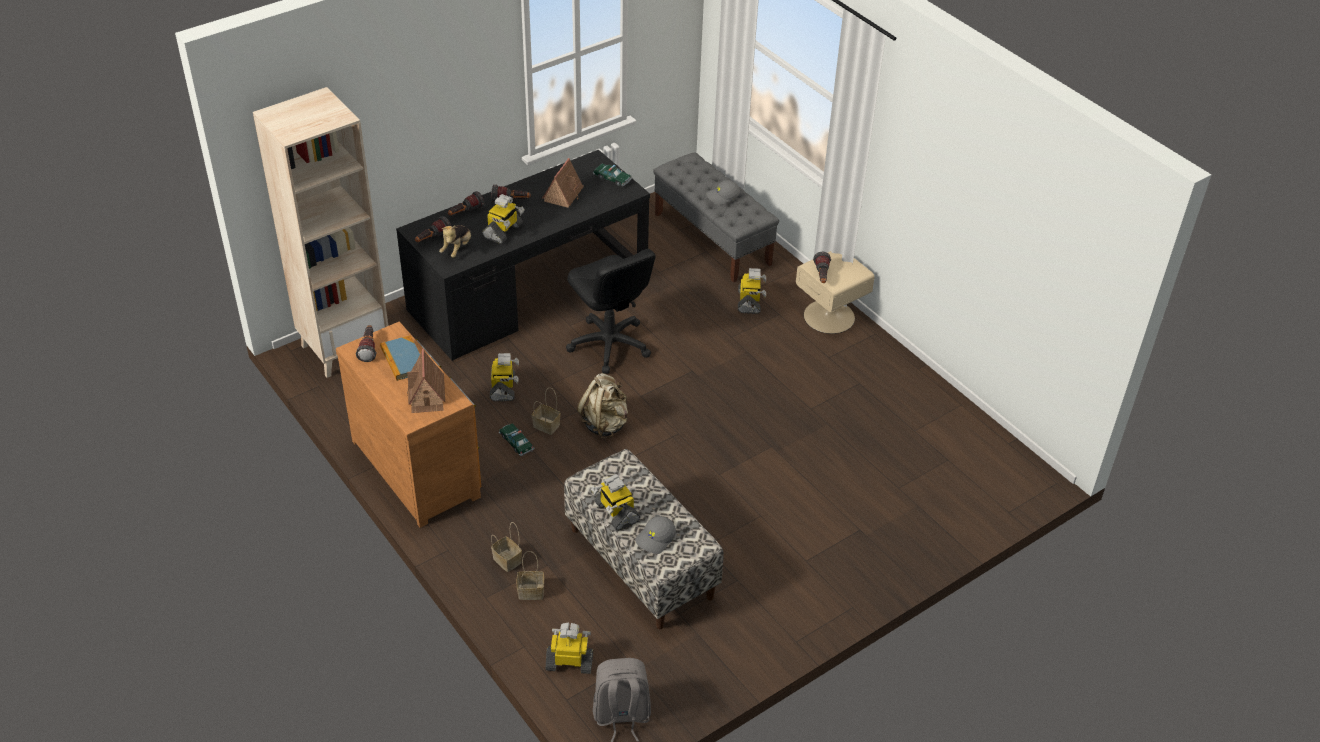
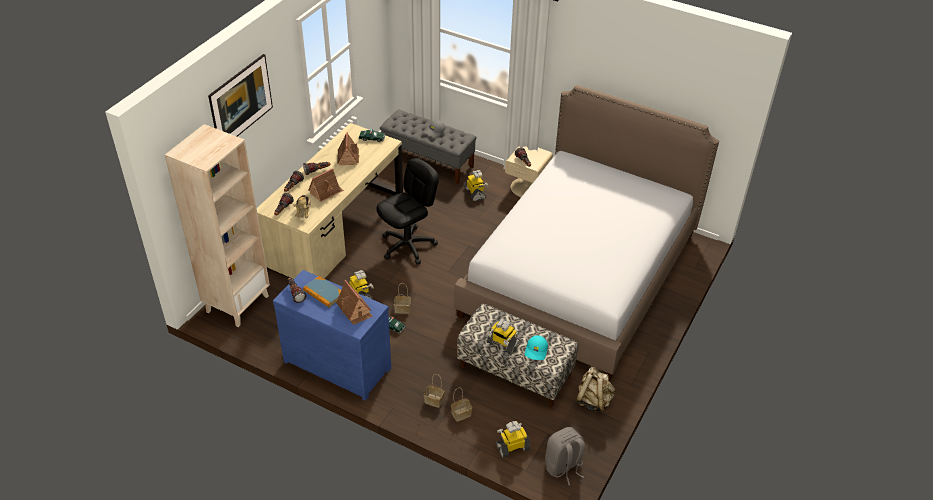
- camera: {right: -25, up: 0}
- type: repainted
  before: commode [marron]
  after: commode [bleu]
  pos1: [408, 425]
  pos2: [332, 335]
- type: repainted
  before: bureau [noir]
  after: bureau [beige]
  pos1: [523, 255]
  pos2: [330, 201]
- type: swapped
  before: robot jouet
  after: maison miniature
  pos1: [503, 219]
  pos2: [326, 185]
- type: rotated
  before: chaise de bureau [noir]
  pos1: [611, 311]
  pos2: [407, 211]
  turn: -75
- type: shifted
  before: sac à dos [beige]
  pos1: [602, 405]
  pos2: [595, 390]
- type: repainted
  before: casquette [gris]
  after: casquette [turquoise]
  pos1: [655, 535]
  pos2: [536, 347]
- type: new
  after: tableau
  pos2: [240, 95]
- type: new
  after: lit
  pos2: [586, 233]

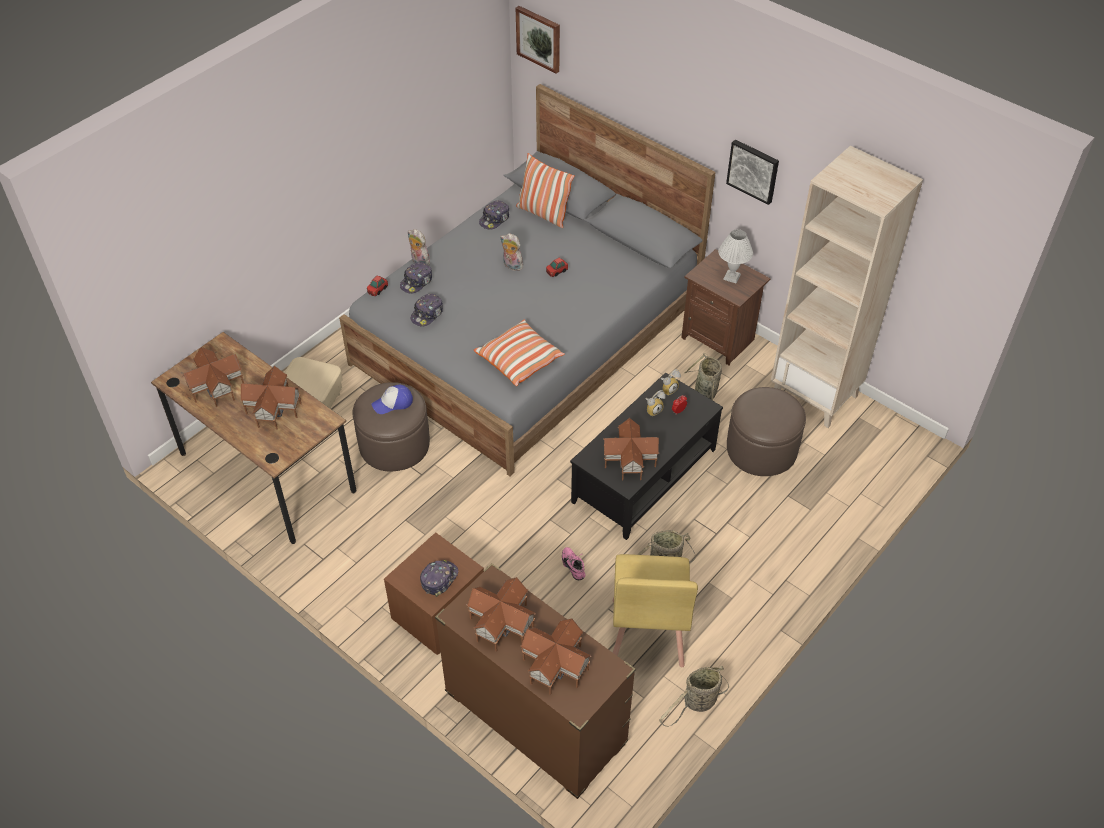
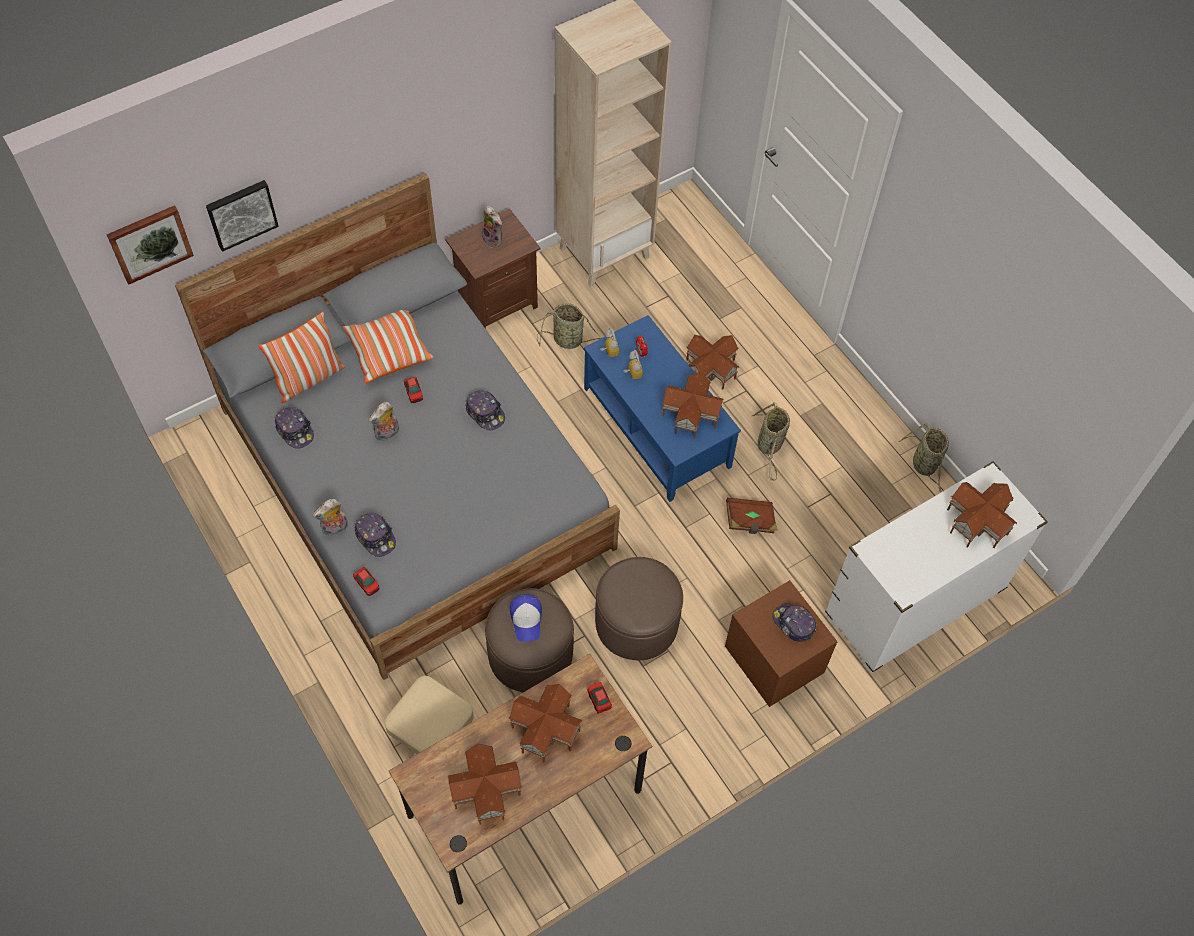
- camera: {right: -75, up: 10}
- type: shifted
  before: casquette
  pos1: [427, 310]
  pos2: [485, 410]
- type: repainted
  before: commode [marron]
  after: commode [blanc]
  pos1: [535, 681]
  pos2: [936, 567]
- type: shifted
  before: maison miniature
  pos1: [501, 614]
  pos2: [712, 362]
- type: shifted
  before: coussin
  pos1: [519, 353]
  pos2: [388, 346]
- type: swapped
  before: chaussure [rose]
  after: livre [marron]
  pos1: [573, 563]
  pos2: [751, 516]
- type: repainted
  before: table basse [noir]
  after: table basse [bleu]
  pos1: [646, 456]
  pos2: [662, 408]
- type: gone
  before: chaise [jaune]
  pos1: [655, 610]
- type: swapped
  before: lampe de table [blanc]
  after: peluche
  pos1: [735, 256]
  pos2: [492, 227]
- type: shifted
  before: tableau
  pos1: [752, 172]
  pos2: [242, 216]
- type: shifted
  before: pouf [marron]
  pos1: [766, 431]
  pos2: [639, 608]
- type: new
  after: petite voiture
  pos2: [599, 698]

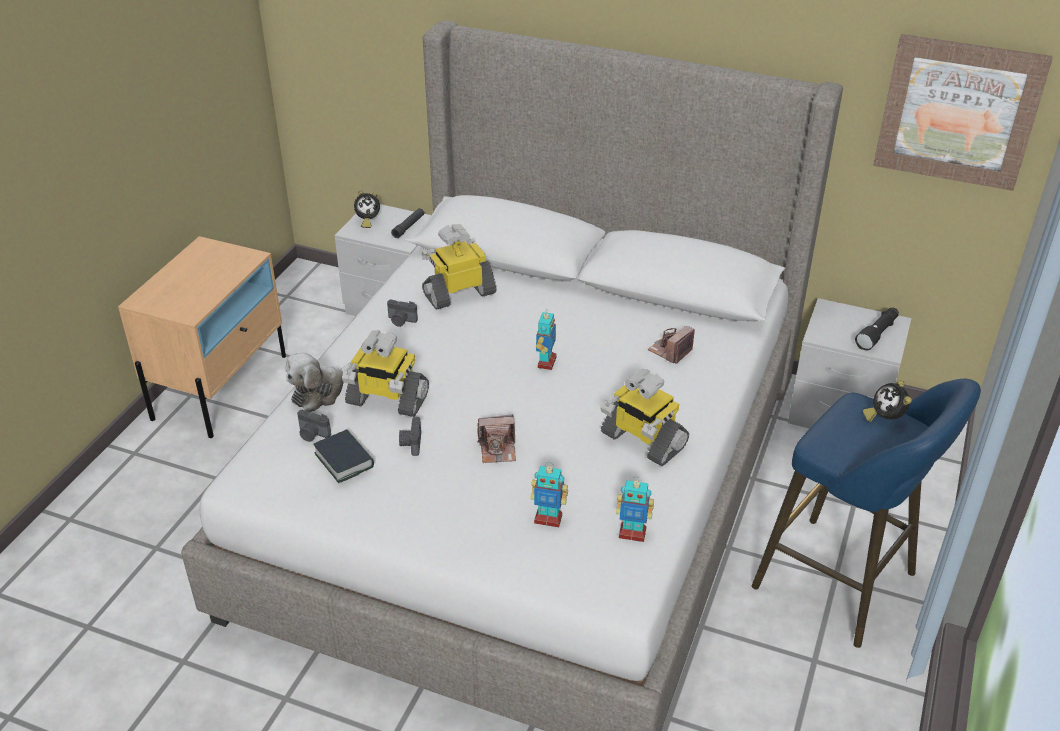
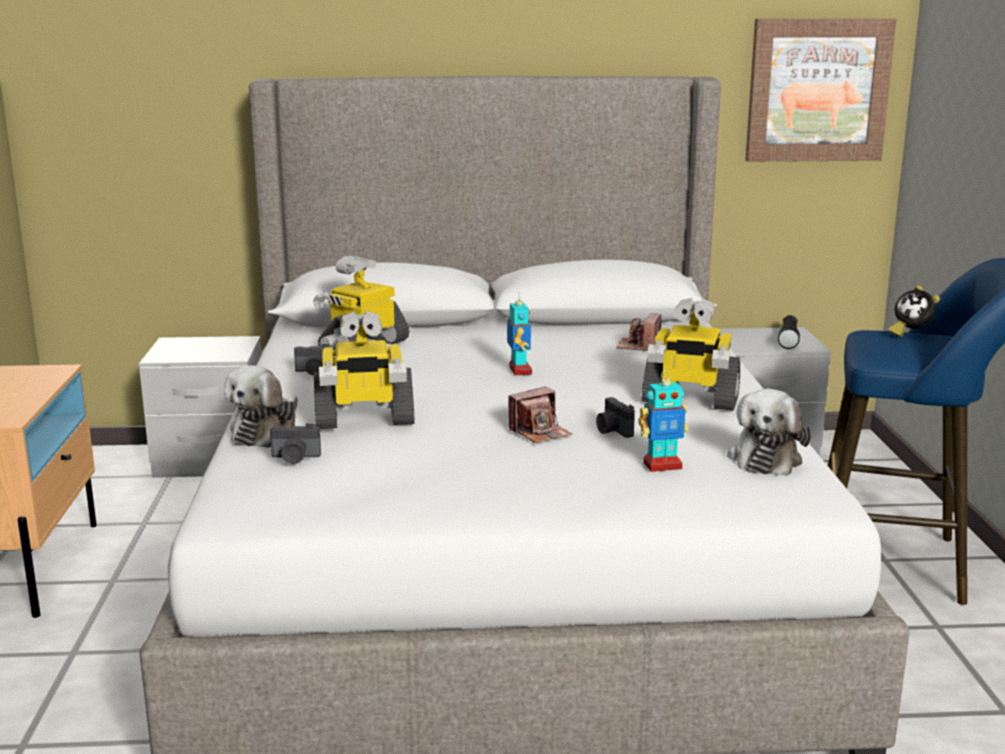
- camera: {right: -25, up: -20}
- type: gone
  before: livre
  pos1: [343, 456]
- type: gone
  before: réveil
  pos1: [367, 209]
- type: gone
  before: lampe de poche [noir]
  pos1: [407, 223]
- type: shifted
  before: appareil photo
  pos1: [410, 436]
  pos2: [615, 417]
- type: swapped
  before: robot jouet
  after: peluche
  pos1: [635, 510]
  pos2: [769, 432]

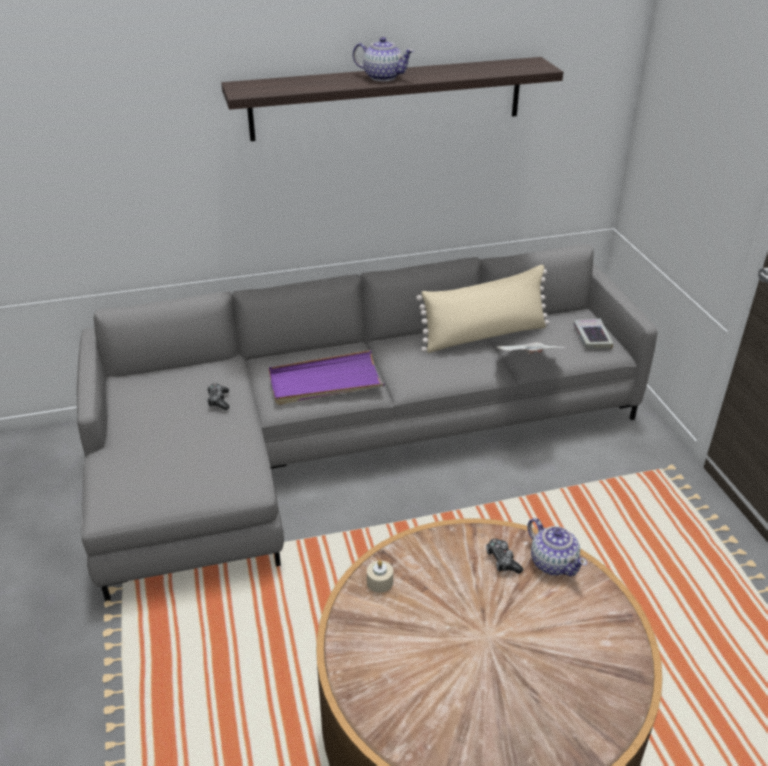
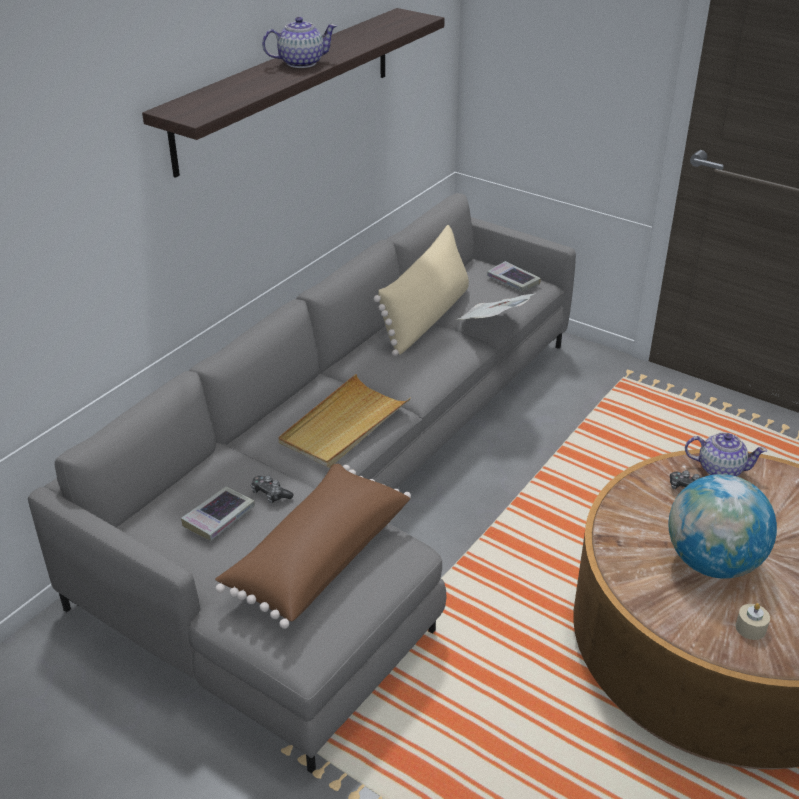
- camera: {right: -40, up: 0}
- type: repainted
  before: plateau [violet]
  after: plateau [beige]
  pos1: [326, 377]
  pos2: [344, 421]
- type: shifted
  before: bougie [beige]
  pos1: [380, 576]
  pos2: [752, 621]
- type: new
  after: livre
  pos2: [218, 513]
- type: new
  after: coussin [marron]
  pos2: [313, 546]
- type: new
  after: globe
  pos2: [722, 526]

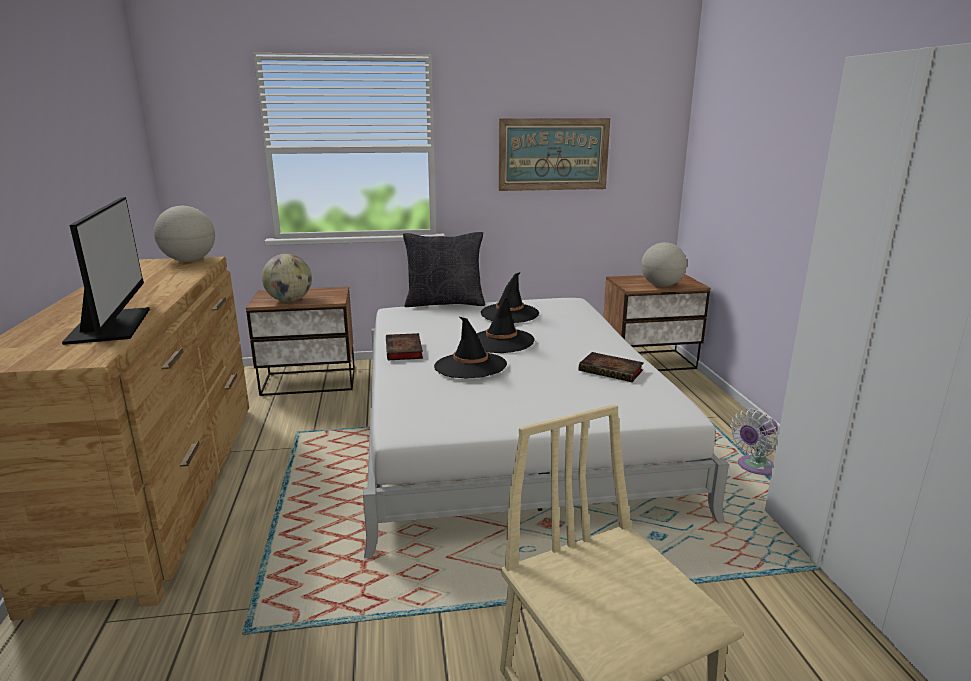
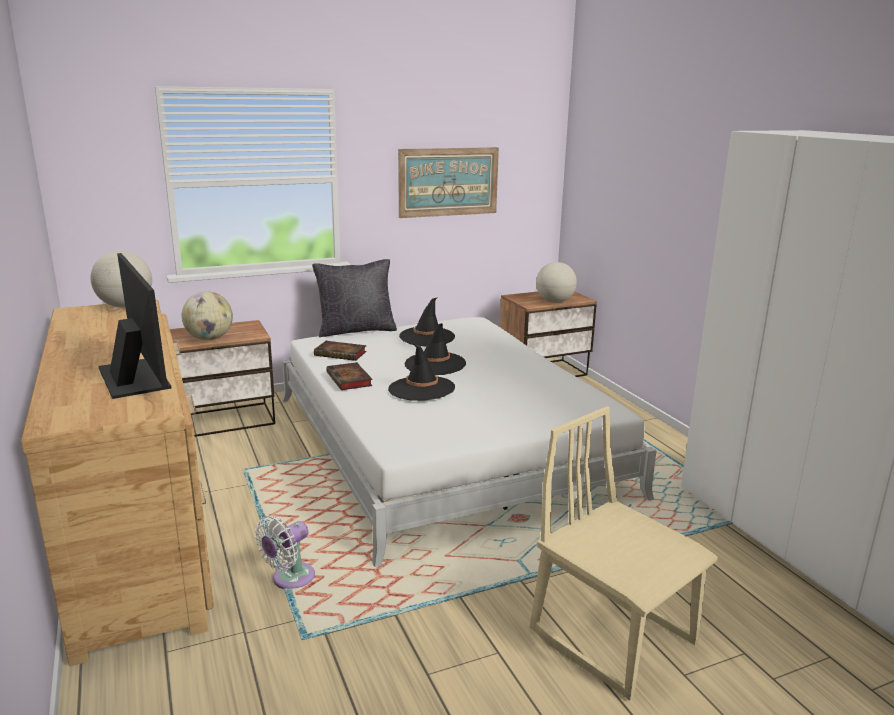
- camera: {right: -15, up: 0}
- type: shifted
  before: livre
  pos1: [611, 367]
  pos2: [340, 351]
- type: shifted
  before: ventilateur [blanc]
  pos1: [754, 442]
  pos2: [285, 552]

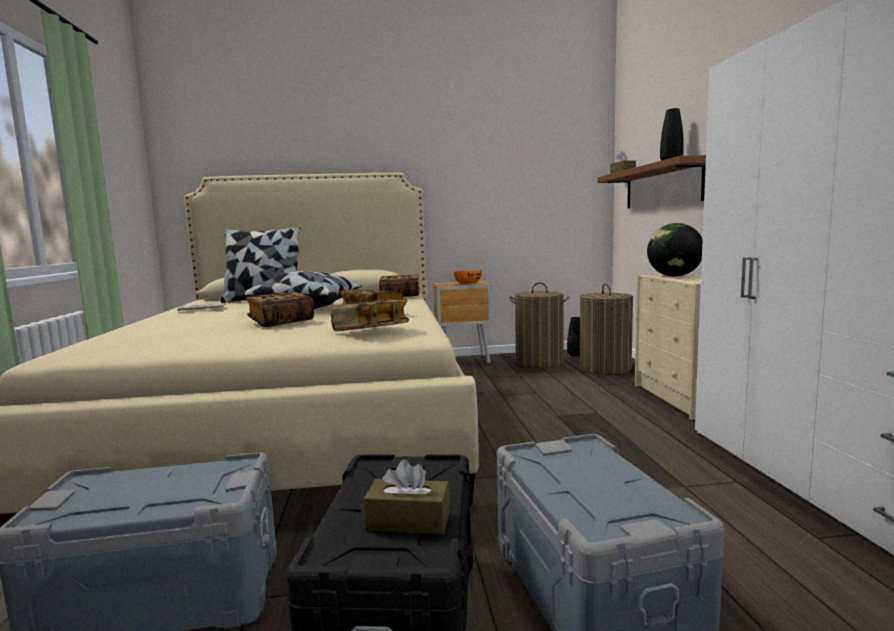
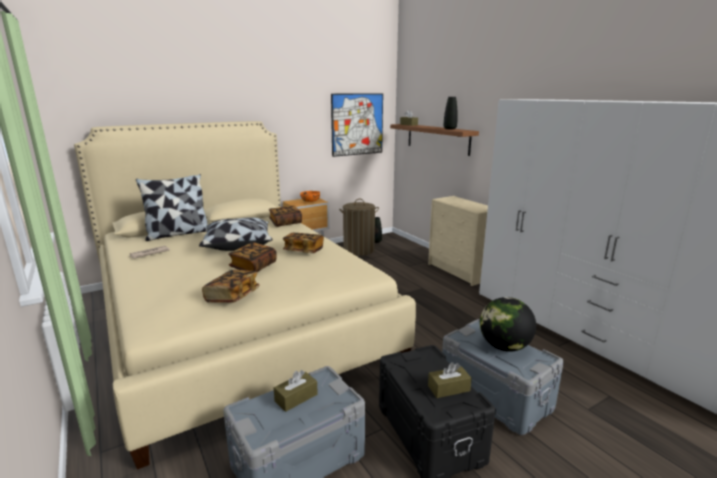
- camera: {right: -25, up: 10}
- type: shifted
  before: livre
  pos1: [369, 315]
  pos2: [231, 286]
- type: gone
  before: panier à linge
  pos1: [606, 328]
- type: shifted
  before: globe
  pos1: [675, 249]
  pos2: [508, 324]
- type: new
  after: boîte à mouchoirs [marron]
  pos2: [296, 391]
- type: new
  after: tableau
  pos2: [357, 125]

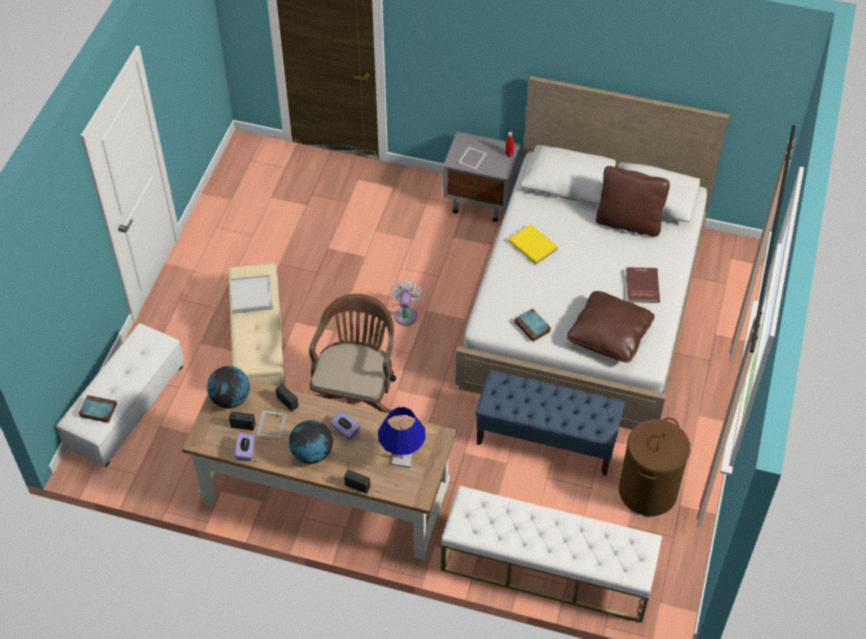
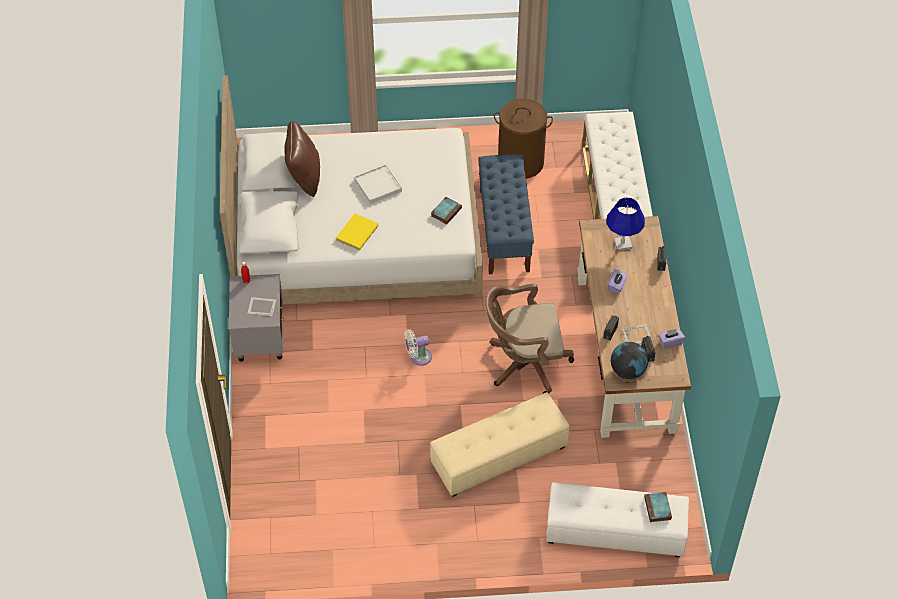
- camera: {right: -110, up: 0}
- type: shifted
  before: plateau [blanc]
  pos1: [251, 294]
  pos2: [378, 184]
- type: gone
  before: globe
  pos1: [311, 442]
- type: gone
  before: coussin [marron]
  pos1: [610, 327]
- type: gone
  before: livre [rouge]
  pos1: [643, 285]

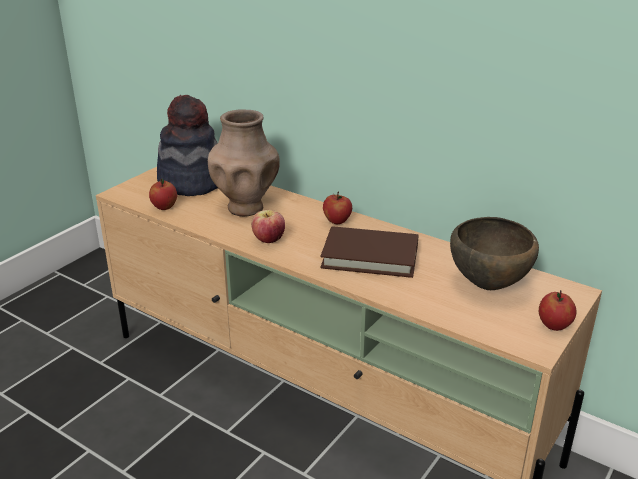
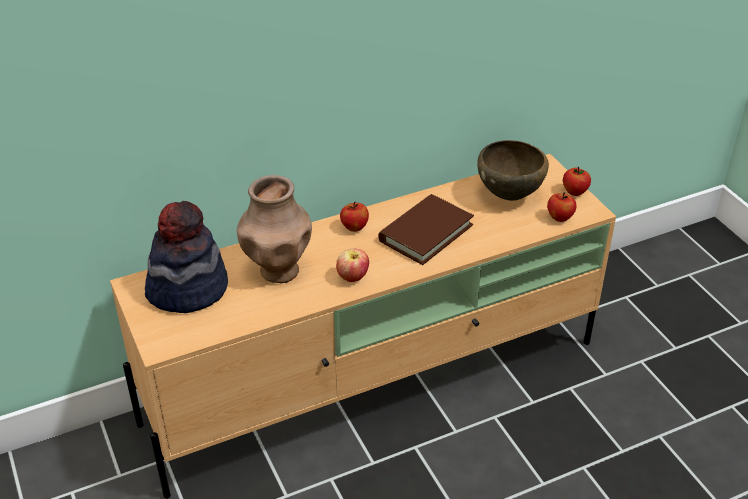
- camera: {right: -60, up: 10}
- type: shifted
  before: pomme
  pos1: [163, 194]
  pos2: [561, 207]

